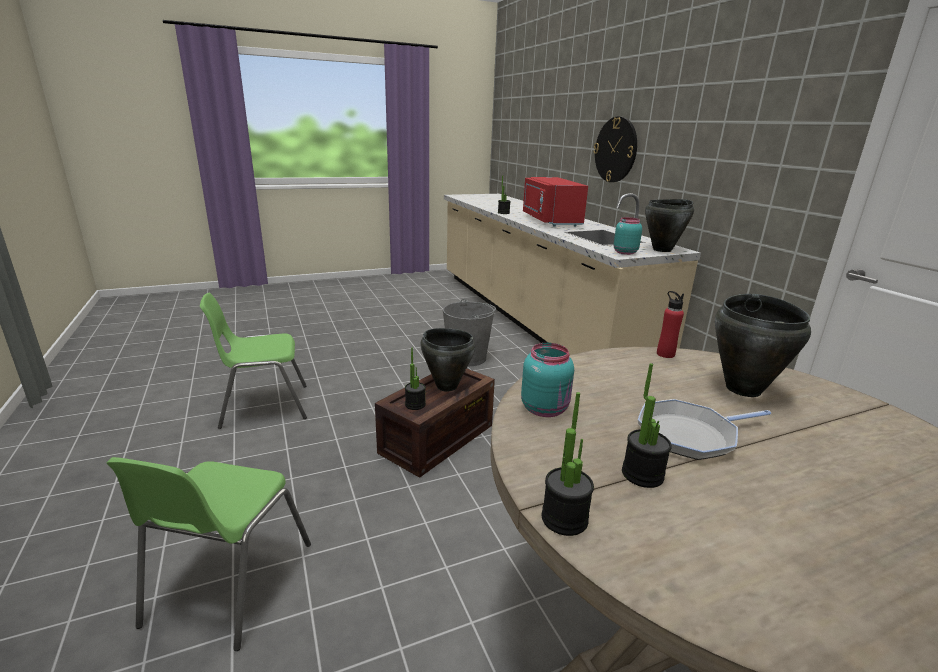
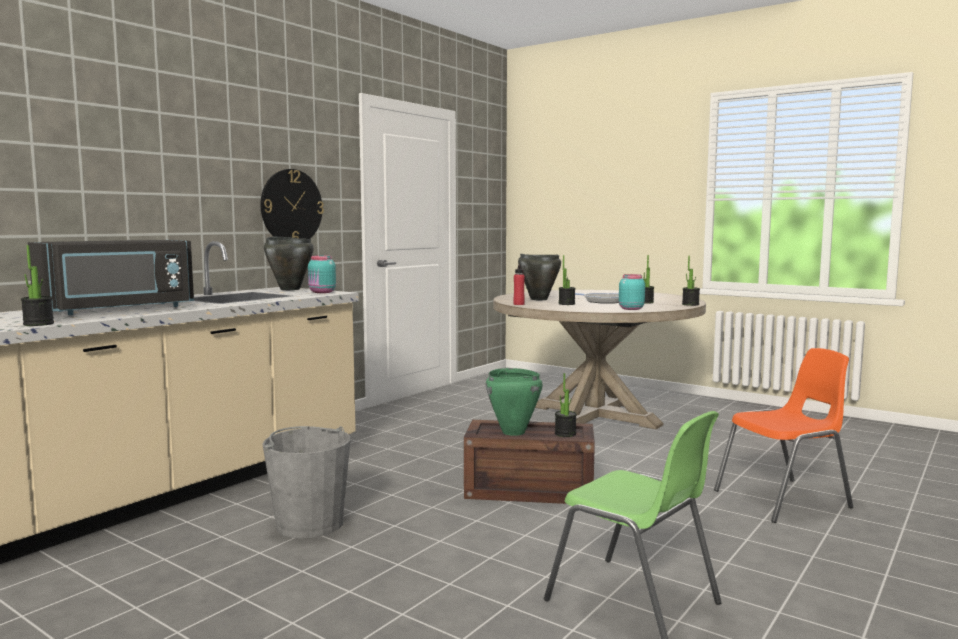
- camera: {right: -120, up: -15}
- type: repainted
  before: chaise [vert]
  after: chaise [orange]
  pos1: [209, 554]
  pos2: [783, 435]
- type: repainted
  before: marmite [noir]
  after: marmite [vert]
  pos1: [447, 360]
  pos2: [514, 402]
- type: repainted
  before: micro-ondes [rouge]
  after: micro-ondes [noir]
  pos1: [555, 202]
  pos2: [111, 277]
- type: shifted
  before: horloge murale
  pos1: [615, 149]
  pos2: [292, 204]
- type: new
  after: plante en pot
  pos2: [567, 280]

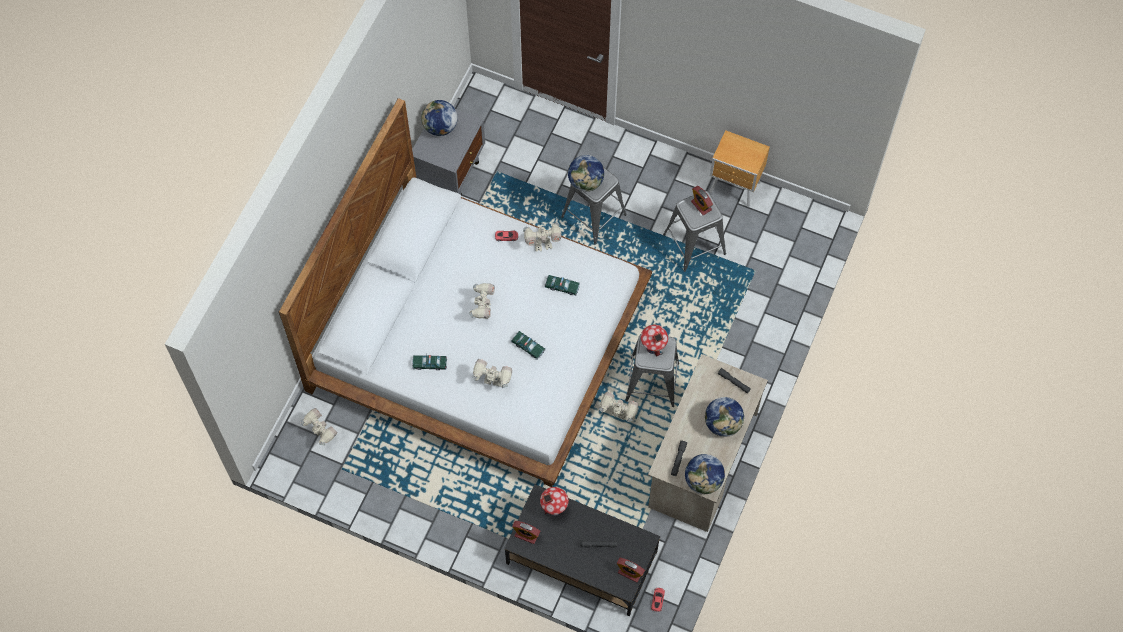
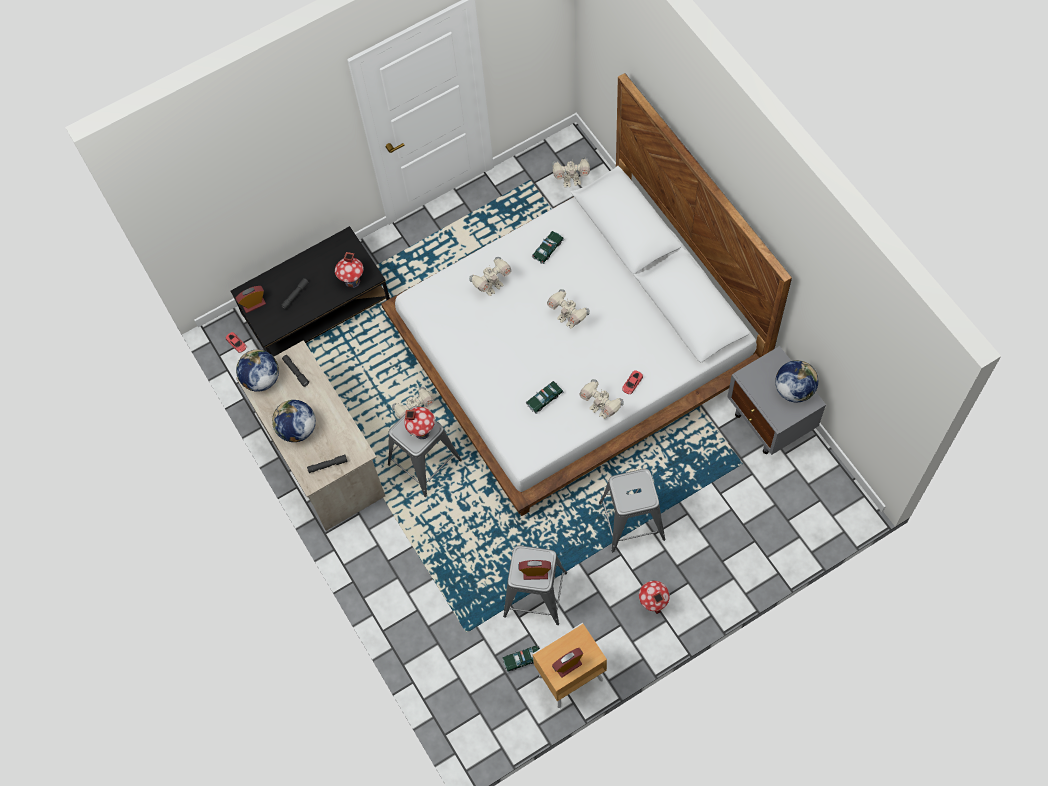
- camera: {right: 130, up: 0}
- type: shifted
  before: petite voiture
  pos1: [528, 345]
  pos2: [521, 658]
- type: shifted
  before: réveil
  pos1: [526, 532]
  pos2: [567, 663]
- type: rotated
  before: robot jouet
  pos1: [542, 237]
  pos2: [601, 399]
  turn: -75
- type: gone
  before: globe
  pos1: [586, 173]
- type: new
  after: maison miniature
  pos2: [654, 597]

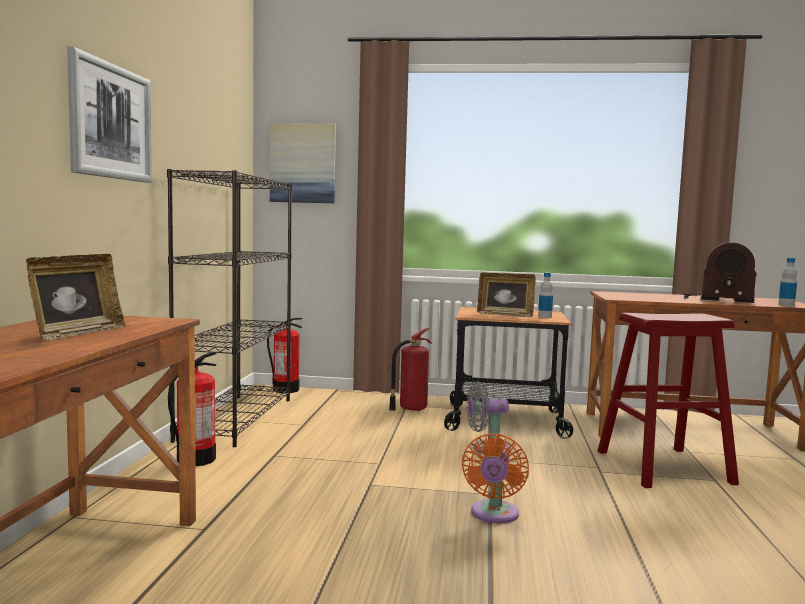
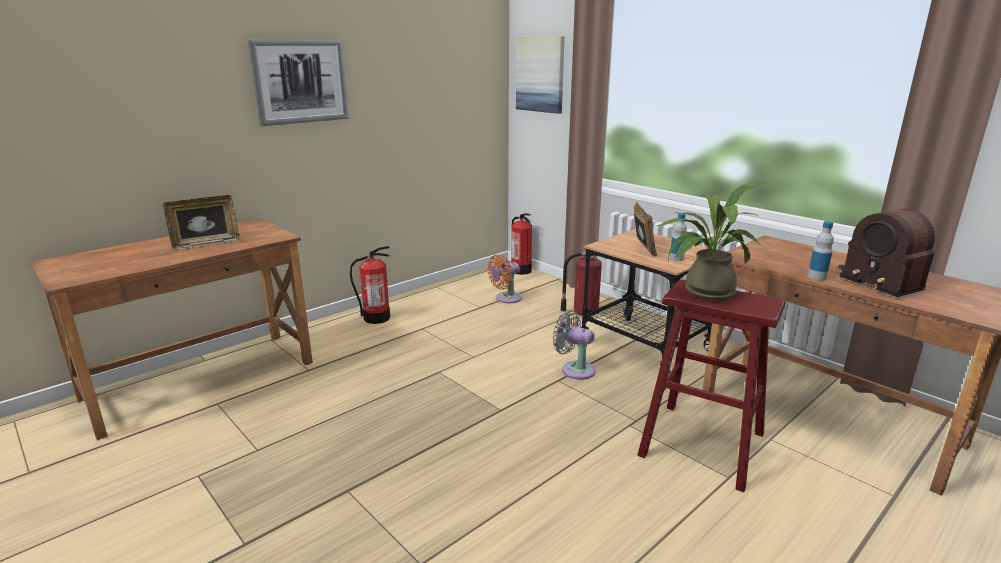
- camera: {right: 40, up: 15}
- type: gone
  before: bibliothèque [noir]
  pos1: [229, 308]
- type: shifted
  before: ventilateur [orange]
  pos1: [495, 478]
  pos2: [504, 278]
- type: rotated
  before: cadre photo
  pos1: [506, 294]
  pos2: [645, 229]
  turn: -150
- type: shifted
  before: bouteille
  pos1: [787, 282]
  pos2: [821, 250]
- type: new
  after: plante en pot
  pos2: [710, 241]

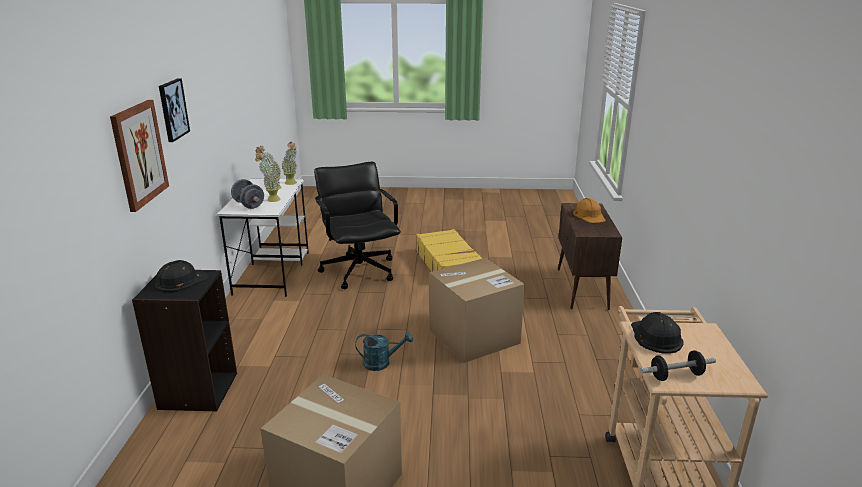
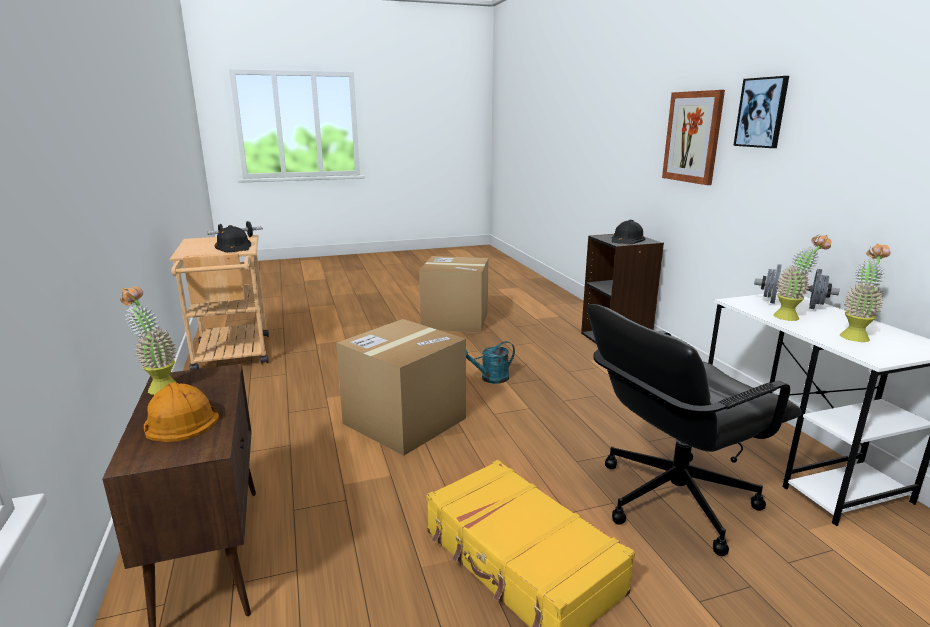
- camera: {right: 160, up: -5}
- type: shifted
  before: plante en pot
  pos1: [289, 163]
  pos2: [149, 340]
- type: rotated
  before: chaise de bureau [noir]
  pos1: [357, 225]
  pos2: [695, 430]
  turn: 105

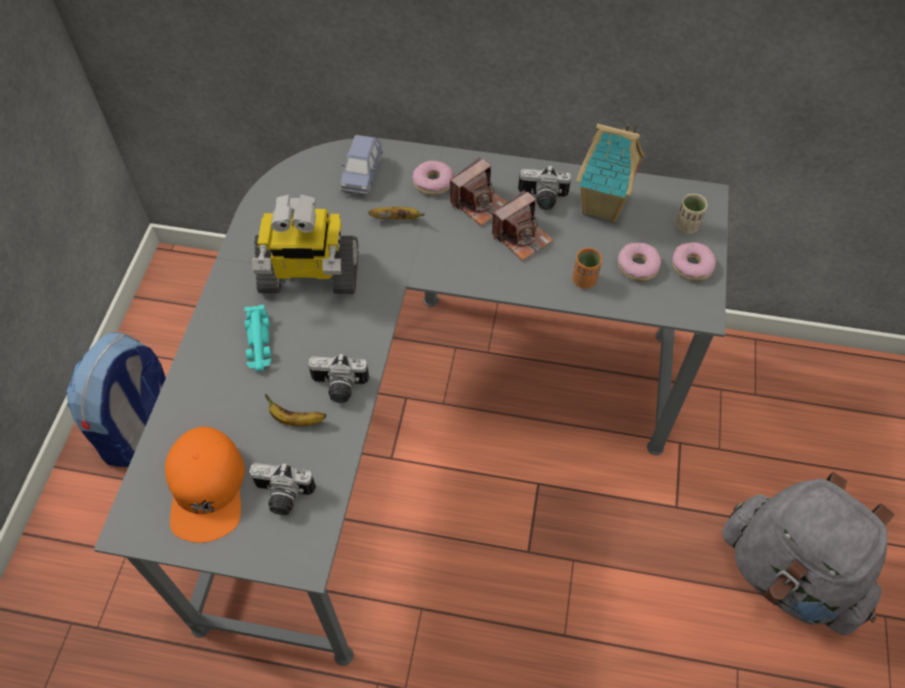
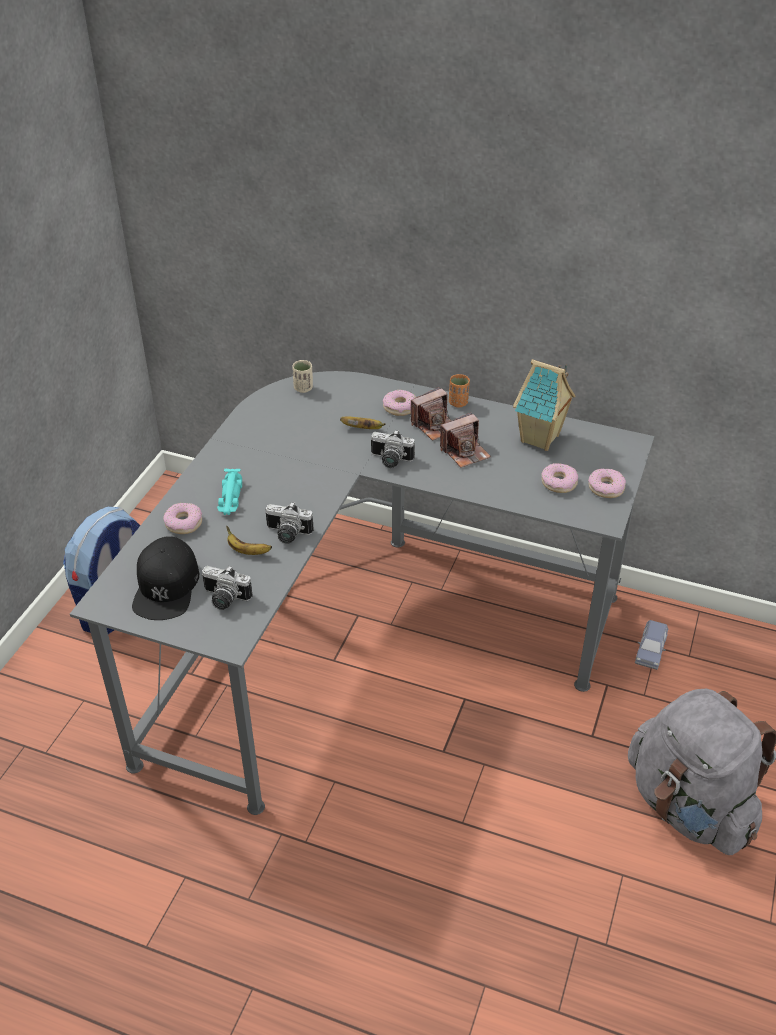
- camera: {right: 10, up: -15}
- type: repainted
  before: casquette [orange]
  after: casquette [noir]
  pos1: [205, 485]
  pos2: [165, 578]
- type: gone
  before: robot jouet
  pos1: [305, 244]
- type: shifted
  before: petite voiture [bleu]
  pos1: [361, 165]
  pos2: [651, 645]
- type: shifted
  before: appareil photo
  pos1: [544, 188]
  pos2: [393, 449]
- type: shifted
  before: tasse [orange]
  pos1: [587, 268]
  pos2: [459, 390]
- type: shifted
  before: tasse [beige]
  pos1: [692, 213]
  pos2: [302, 376]
- type: new
  after: beignet
  pos2: [182, 518]

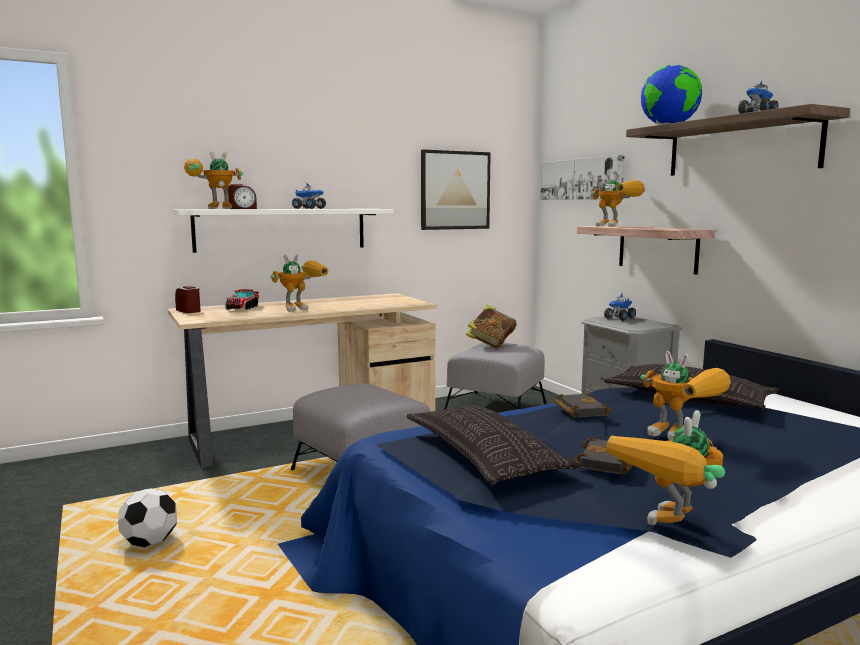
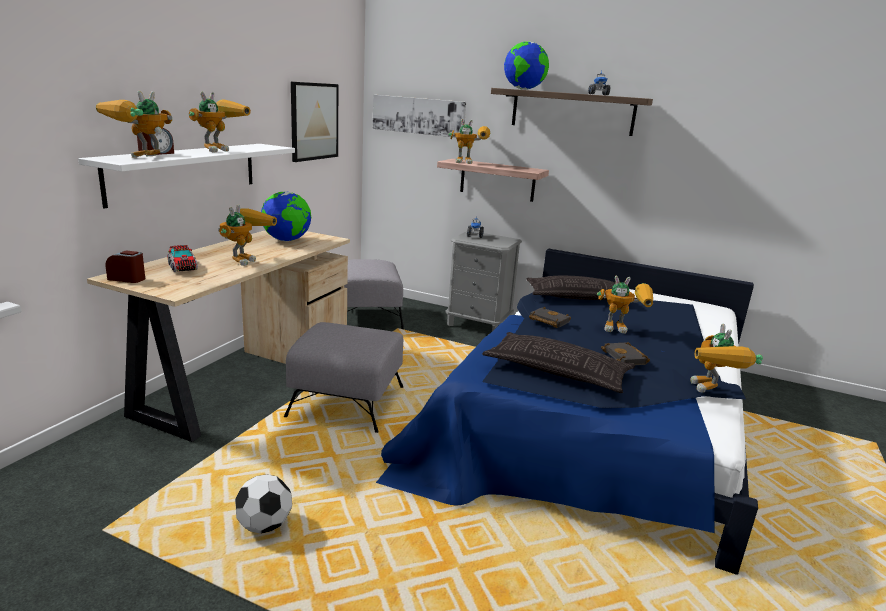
- camera: {right: -40, up: 10}
- type: swapped
  before: camion jouet
  after: robot jouet
  pos1: [309, 195]
  pos2: [220, 121]
- type: gone
  before: livre
  pos1: [491, 327]
- type: new
  after: globe
  pos2: [286, 216]

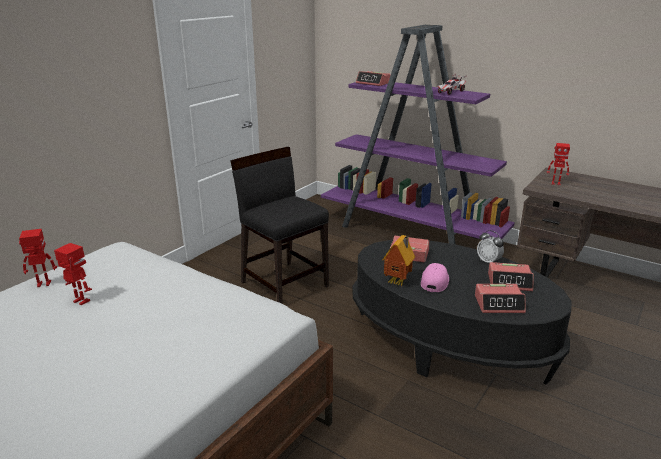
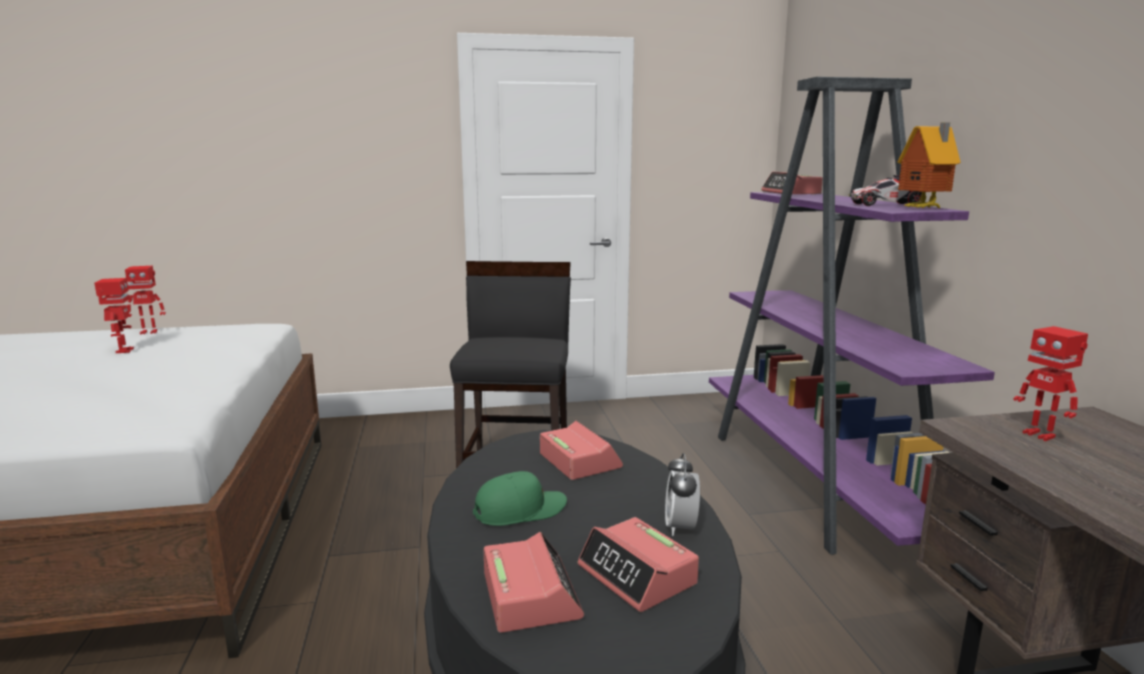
- camera: {right: 45, up: -10}
- type: rotated
  before: robot jouet
  pos1: [38, 258]
  pos2: [145, 300]
  turn: 135
- type: shifted
  before: maison miniature
  pos1: [399, 260]
  pos2: [929, 165]
- type: repainted
  before: casquette [rose]
  after: casquette [vert]
  pos1: [435, 277]
  pos2: [520, 498]
- type: rotated
  before: réveil
  pos1: [500, 298]
  pos2: [533, 582]
  turn: -150

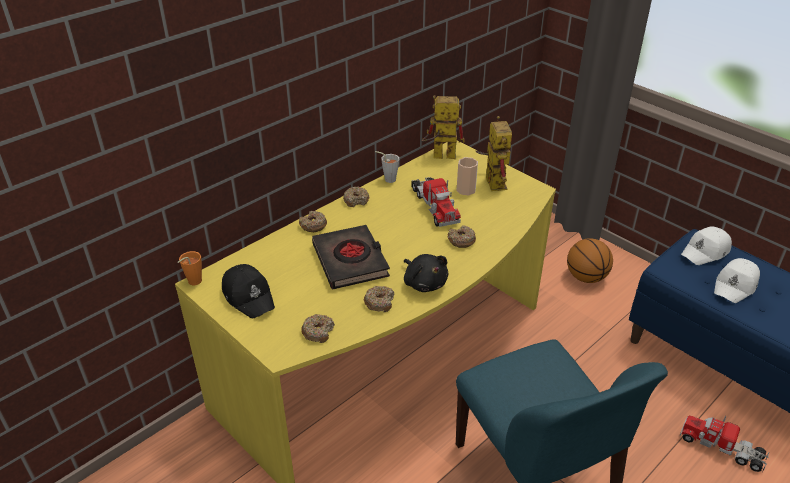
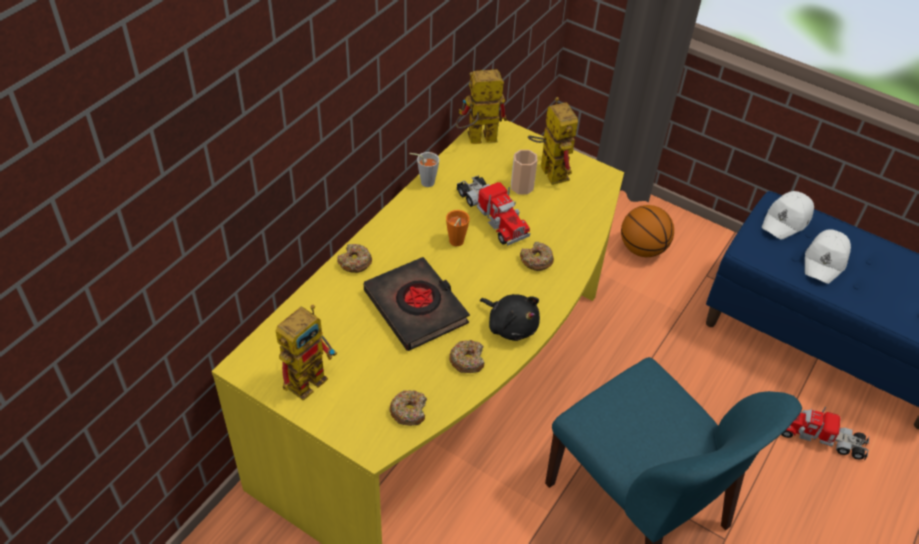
- camera: {right: -15, up: 10}
- type: shifted
  before: tasse [orange]
  pos1: [190, 268]
  pos2: [458, 228]
- type: swapped
  before: casquette [noir]
  after: robot jouet
  pos1: [248, 291]
  pos2: [306, 353]
- type: gone
  before: beignet
  pos1: [356, 197]

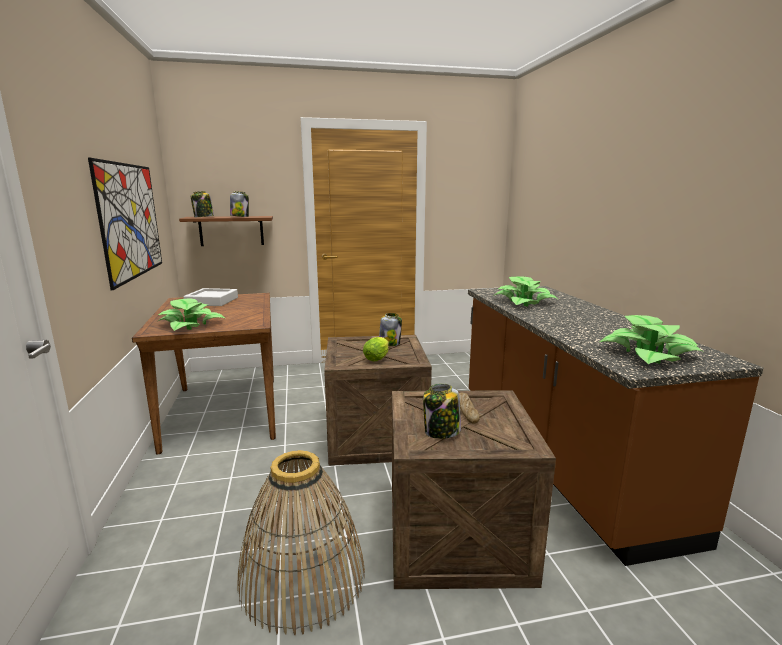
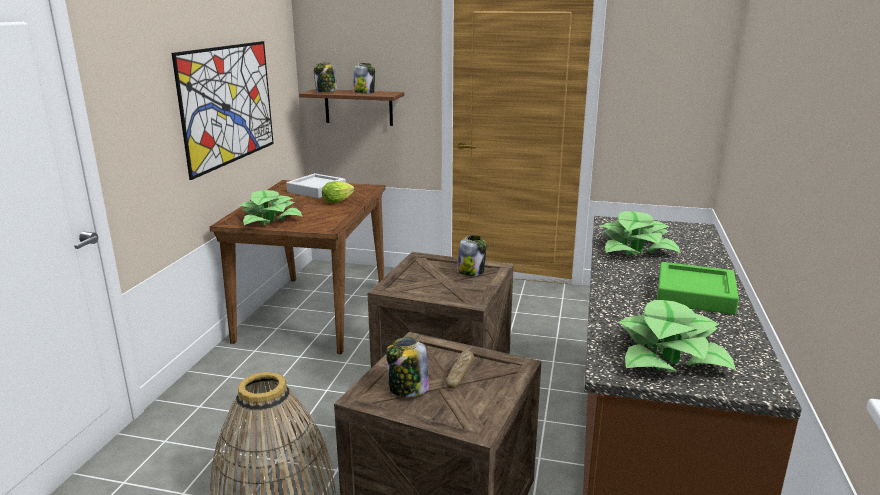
- camera: {right: 25, up: 5}
- type: shifted
  before: laitue
  pos1: [376, 349]
  pos2: [338, 192]
- type: new
  after: plateau [vert]
  pos2: [698, 288]

